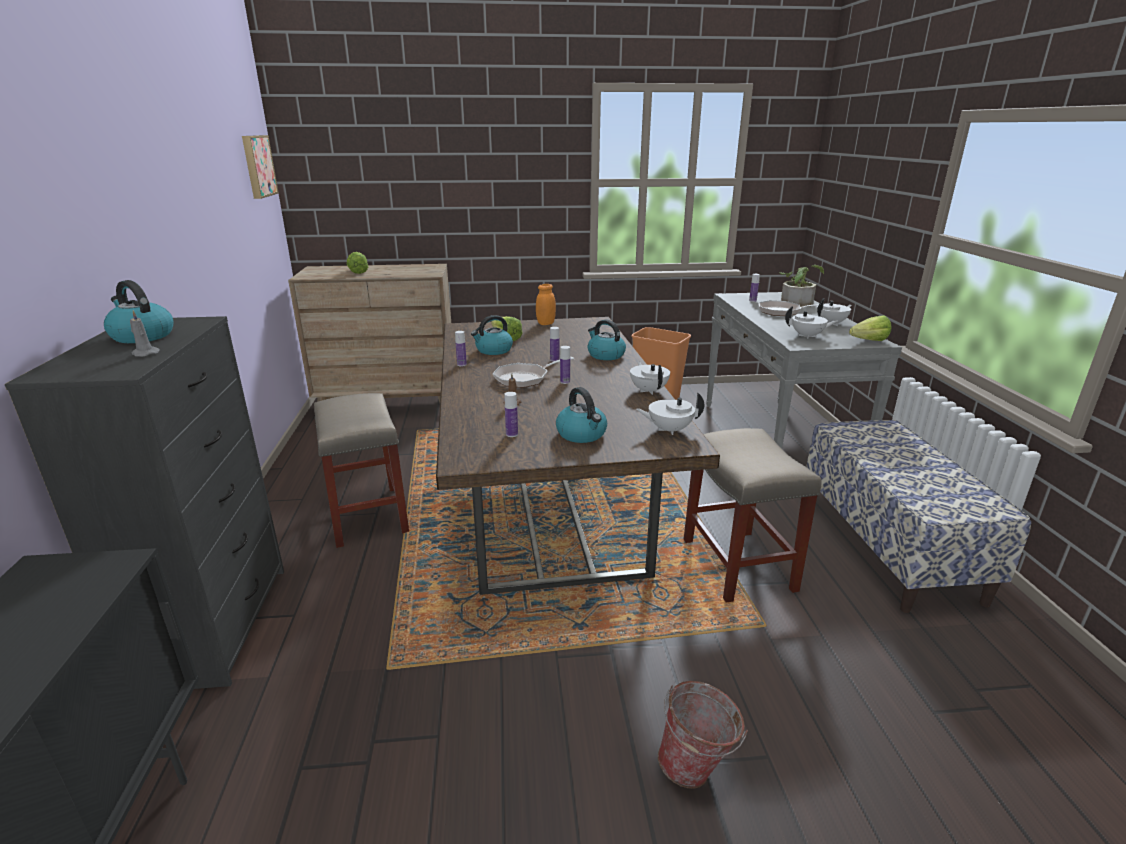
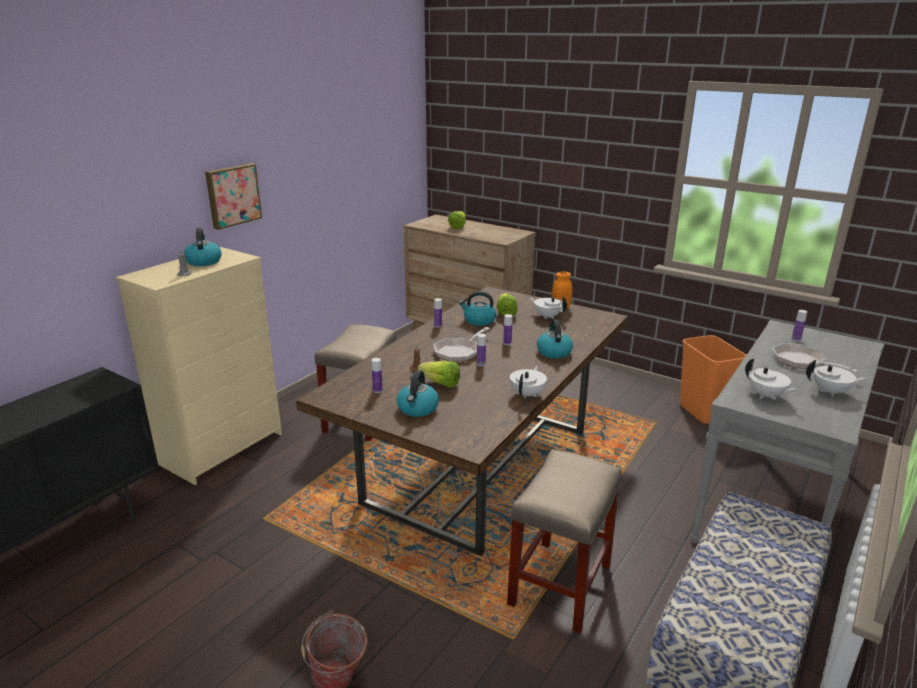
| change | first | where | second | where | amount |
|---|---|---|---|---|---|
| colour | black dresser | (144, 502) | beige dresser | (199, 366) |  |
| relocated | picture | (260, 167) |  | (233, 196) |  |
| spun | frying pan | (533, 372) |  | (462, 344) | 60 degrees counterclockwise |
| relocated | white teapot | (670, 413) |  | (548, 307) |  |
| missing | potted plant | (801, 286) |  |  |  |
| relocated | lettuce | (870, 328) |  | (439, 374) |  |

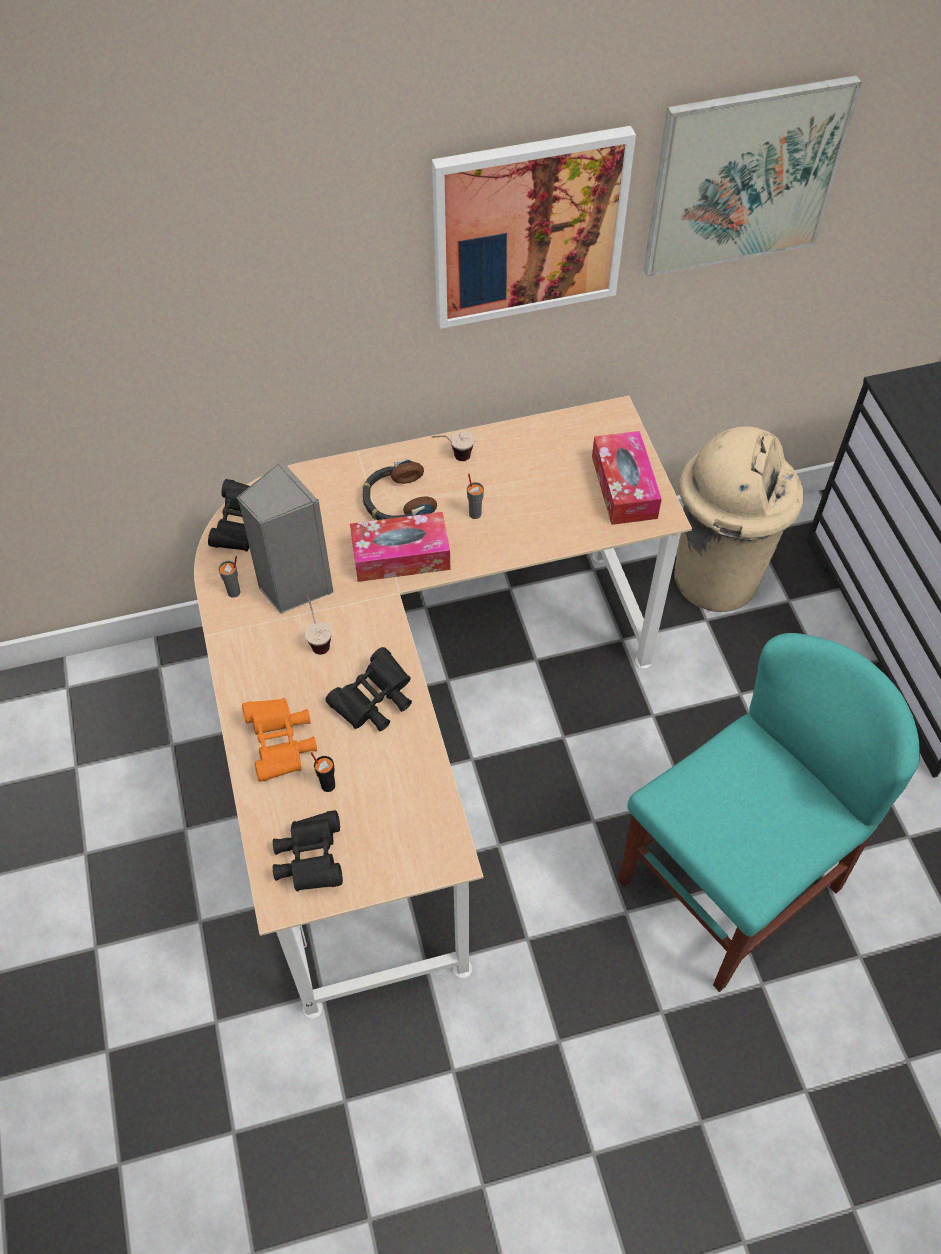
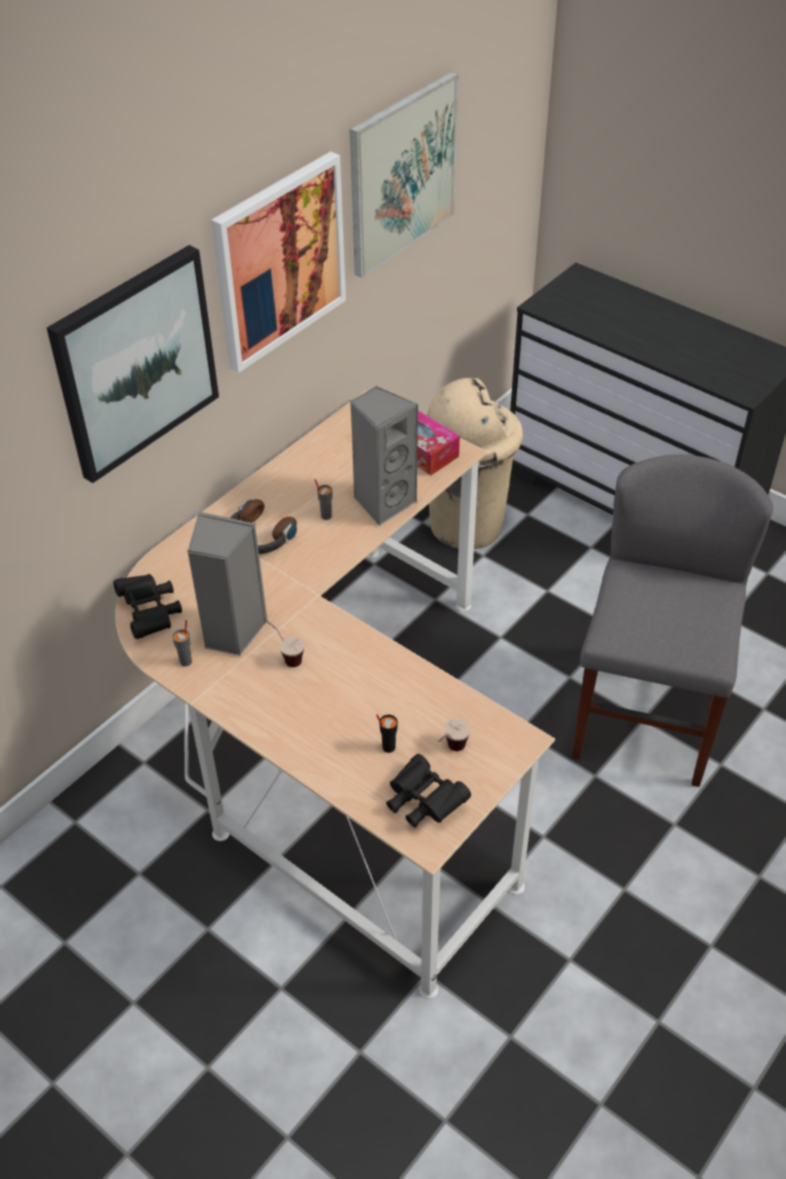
| change | first | where | second | where | amount |
|---|---|---|---|---|---|
| missing | orange binoculars | (279, 740) |  |  |  |
| missing | black binoculars | (368, 689) |  |  |  |
| missing | tissue box | (400, 547) |  |  |  |
| relocated | cup | (452, 446) |  | (454, 734) |  |
| colour | turquoise chair | (769, 812) | grey chair | (672, 620) |  |
| appeared |  |  | picture | (133, 364) |  |
| appeared |  |  | grey speaker | (384, 456) |  |

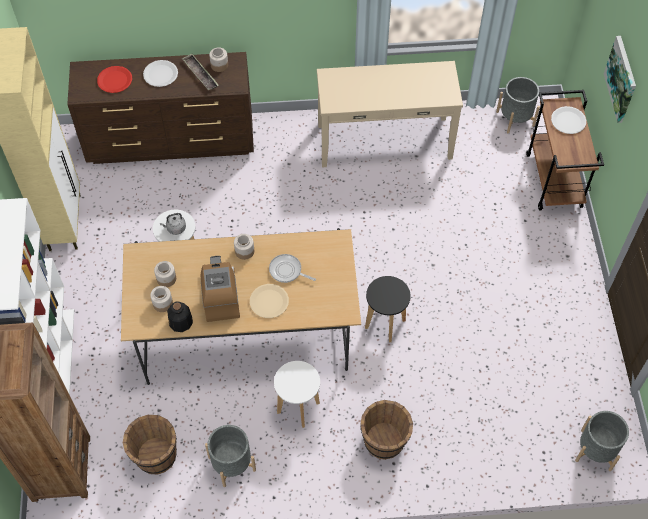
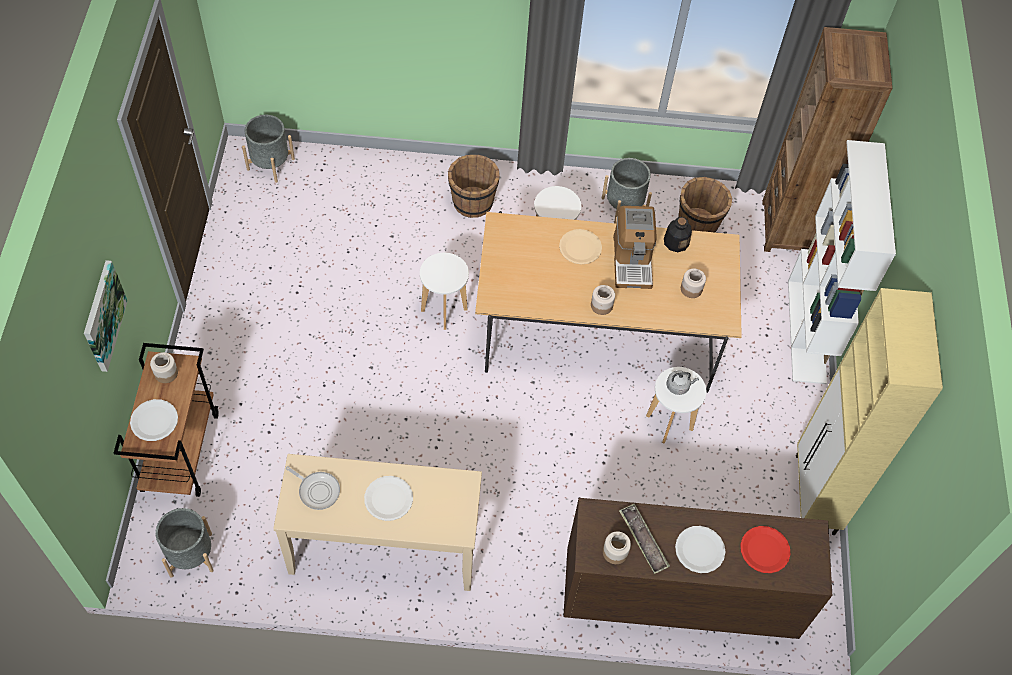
| change | first | where | second | where | amount |
|---|---|---|---|---|---|
| relocated | jar | (161, 299) |  | (164, 367) |  |
| relocated | frying pan | (292, 268) |  | (313, 488) |  |
| colour | black stool | (388, 309) | white stool | (444, 291) |  |
| appeared |  |  | white plate | (388, 498) |  |

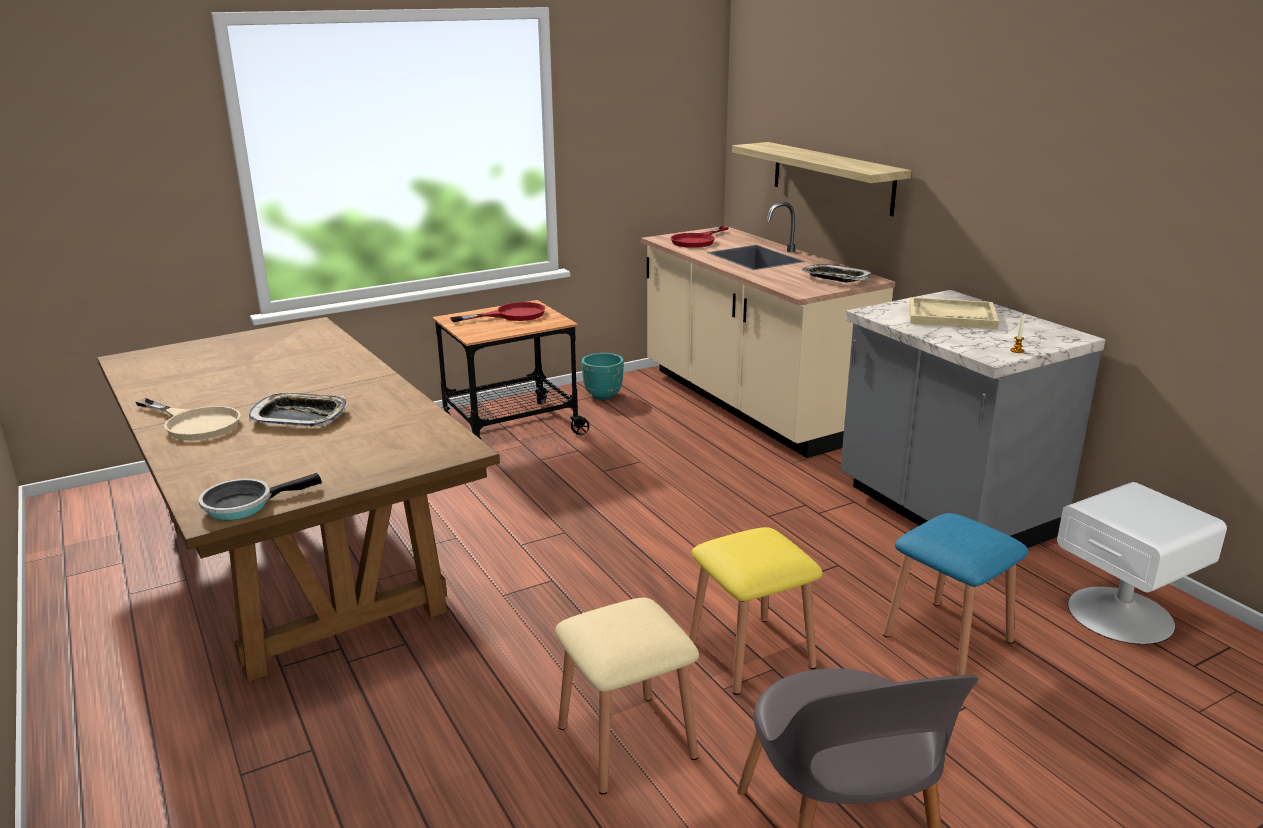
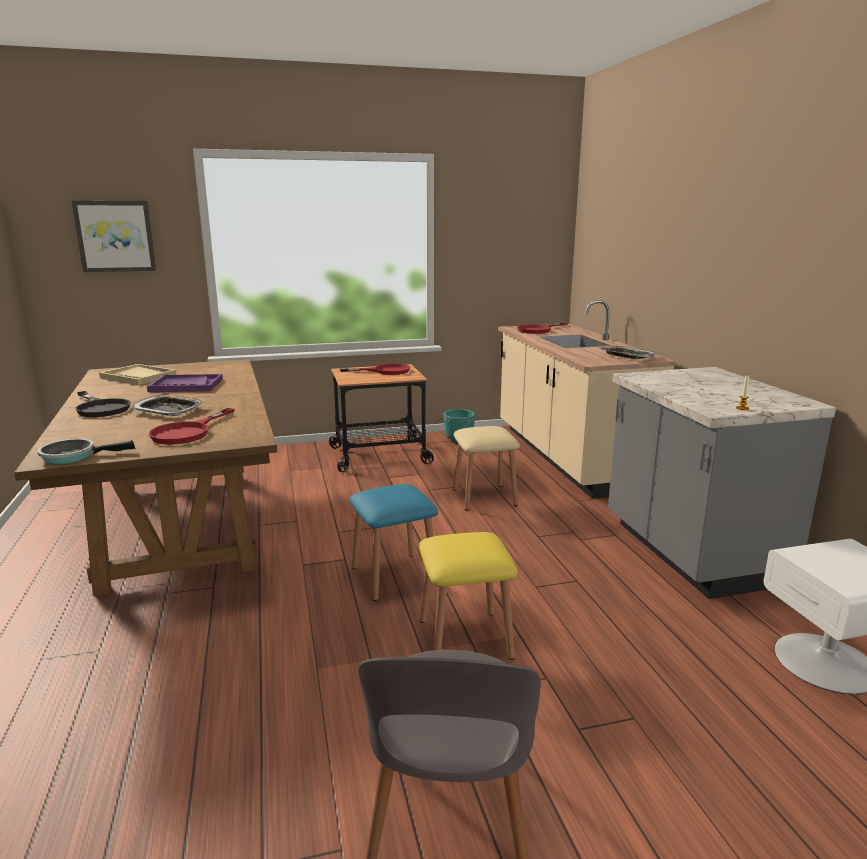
| change | first | where | second | where | amount |
|---|---|---|---|---|---|
| colour | beige frying pan | (188, 419) | black frying pan | (103, 404) |  |
| relocated | beige stool | (627, 696) |  | (486, 468) |  |
| missing | shelf | (821, 179) |  |  |  |
| relocated | blue stool | (955, 594) |  | (394, 542) |  |
| relocated | beige tray | (954, 313) |  | (137, 374) |  |
| appeared |  |  | picture | (114, 236) |  |
| appeared |  |  | purple tray | (185, 383) |  |
| appeared |  |  | red frying pan | (191, 426) |  |

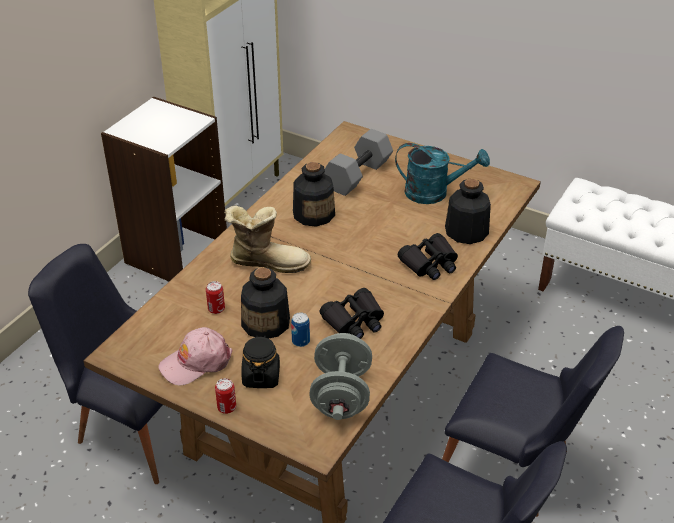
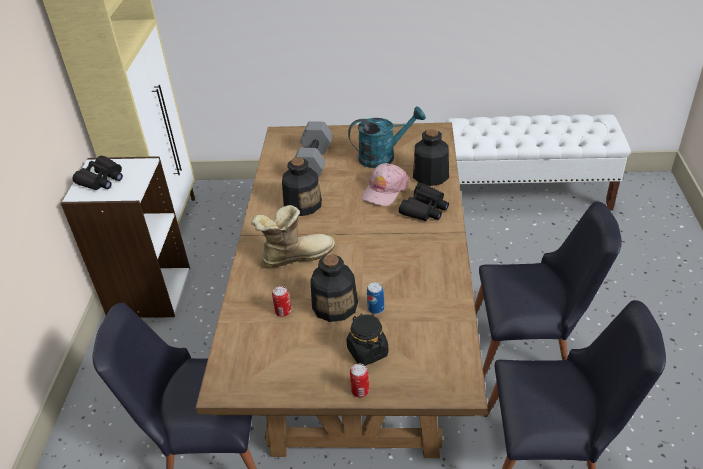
| change | first | where | second | where | amount |
|---|---|---|---|---|---|
| relocated | pink cap | (195, 356) |  | (385, 184) |  |
| missing | grey dumbbell | (341, 376) |  |  |  |
| relocated | black binoculars | (352, 313) |  | (97, 173) |  |

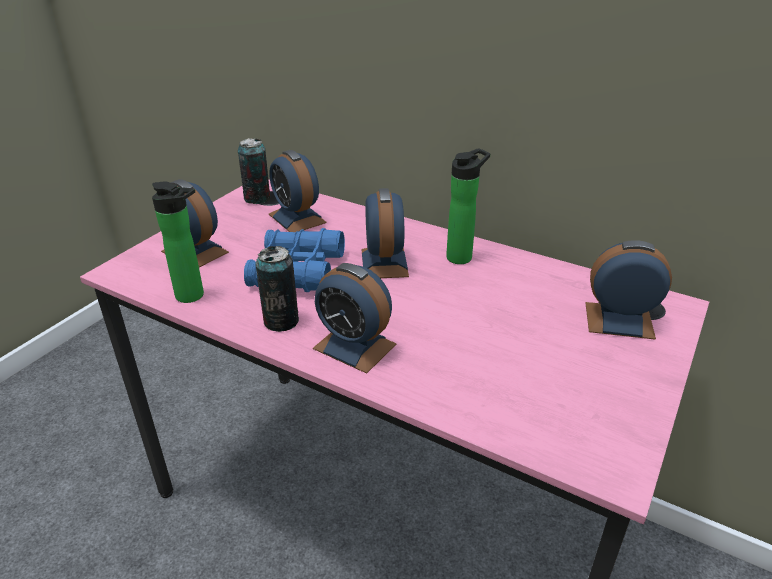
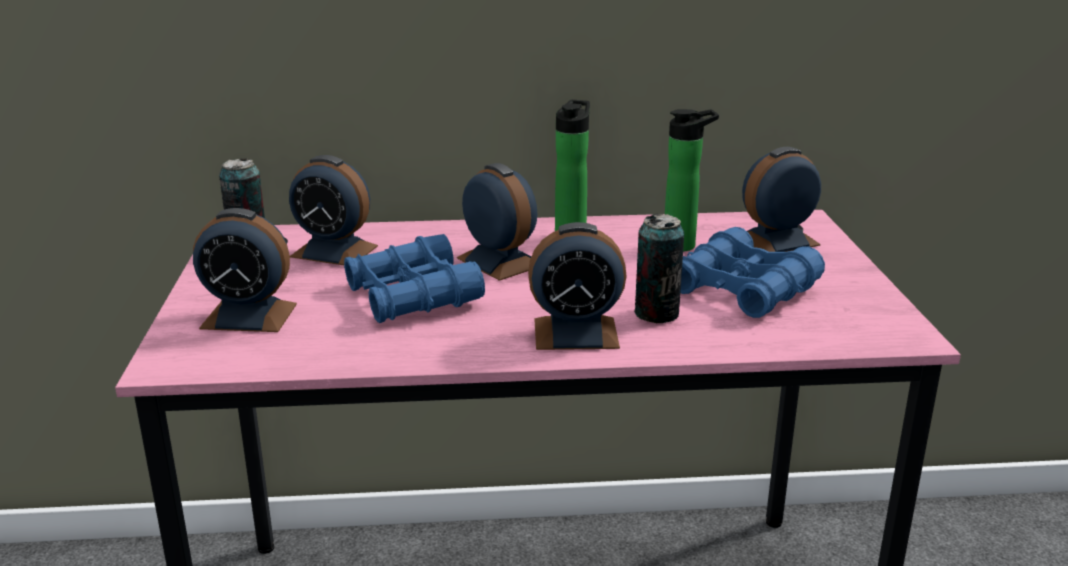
| change | first | where | second | where | amount |
|---|---|---|---|---|---|
| relocated | bottle | (178, 242) |  | (692, 180) |  |
| relocated | can | (277, 289) |  | (659, 268) |  |
| appeared |  |  | blue binoculars | (752, 272) |  |

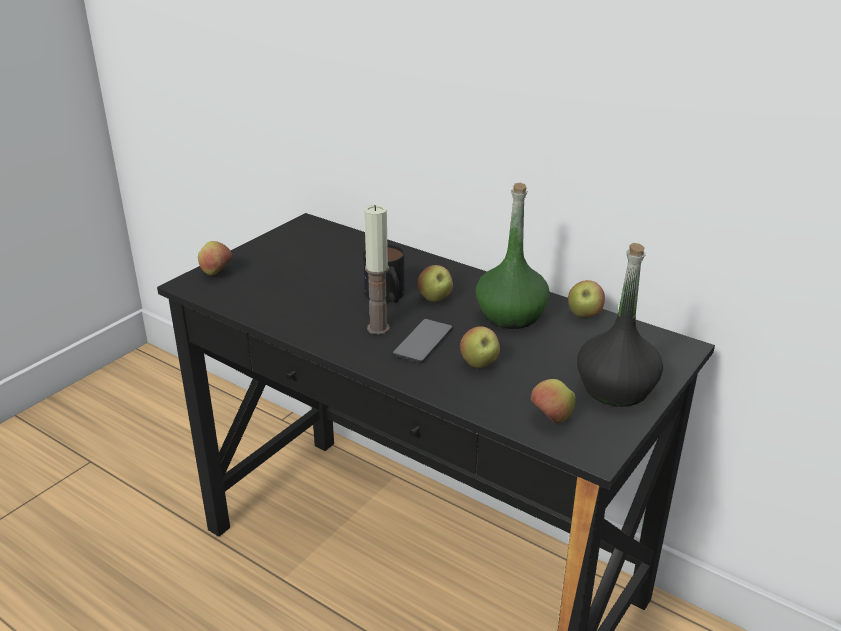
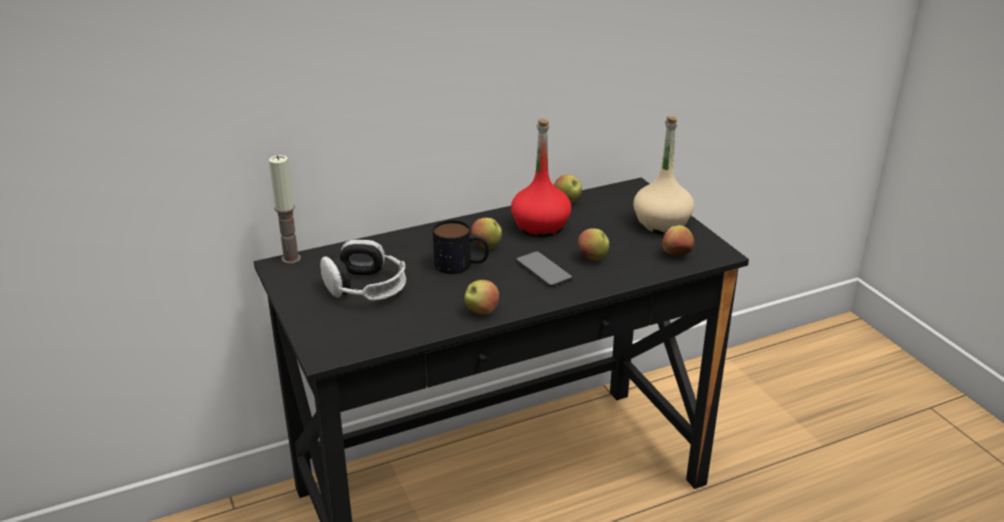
| change | first | where | second | where | amount |
|---|---|---|---|---|---|
| relocated | apple | (215, 258) |  | (481, 297) |  |
| relocated | candle | (377, 270) |  | (285, 209) |  |
| colour | green bottle | (513, 256) | red bottle | (541, 177) |  |
| colour | black bottle | (620, 325) | beige bottle | (664, 175) |  |
| appeared |  |  | headphones | (363, 270) |  |

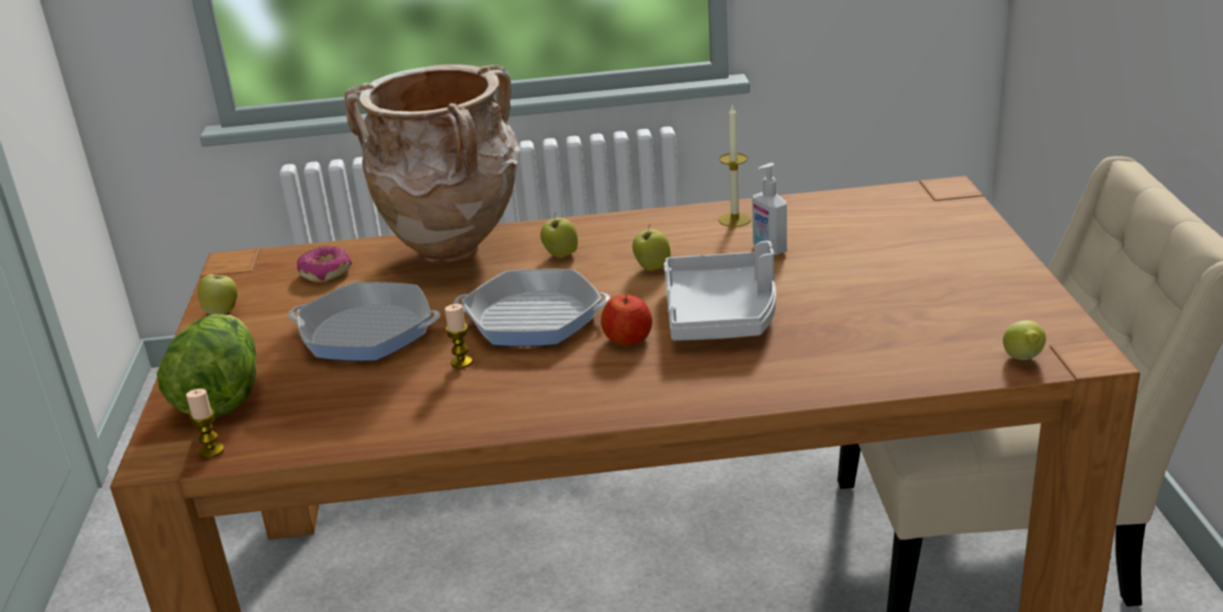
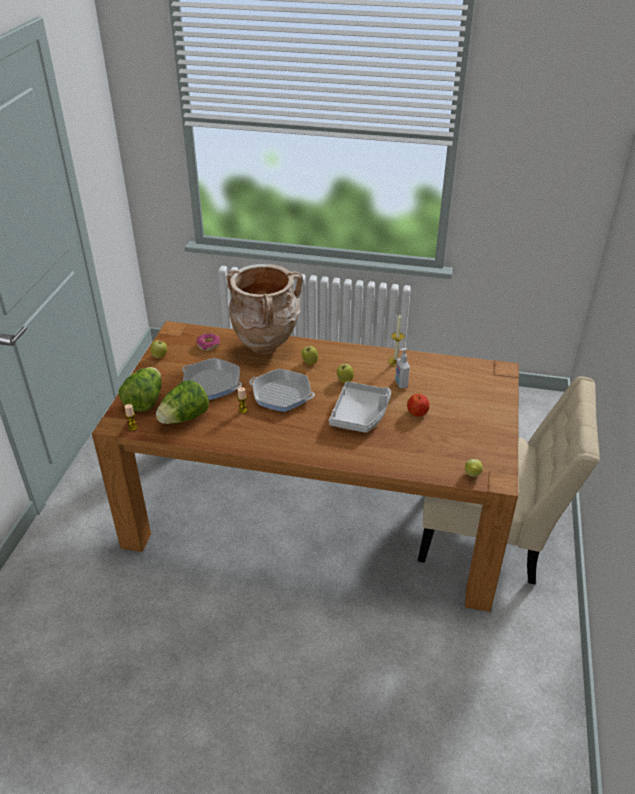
| change | first | where | second | where | amount |
|---|---|---|---|---|---|
| relocated | apple | (626, 320) |  | (418, 405) |  |
| appeared |  |  | lettuce | (182, 402) |  |

